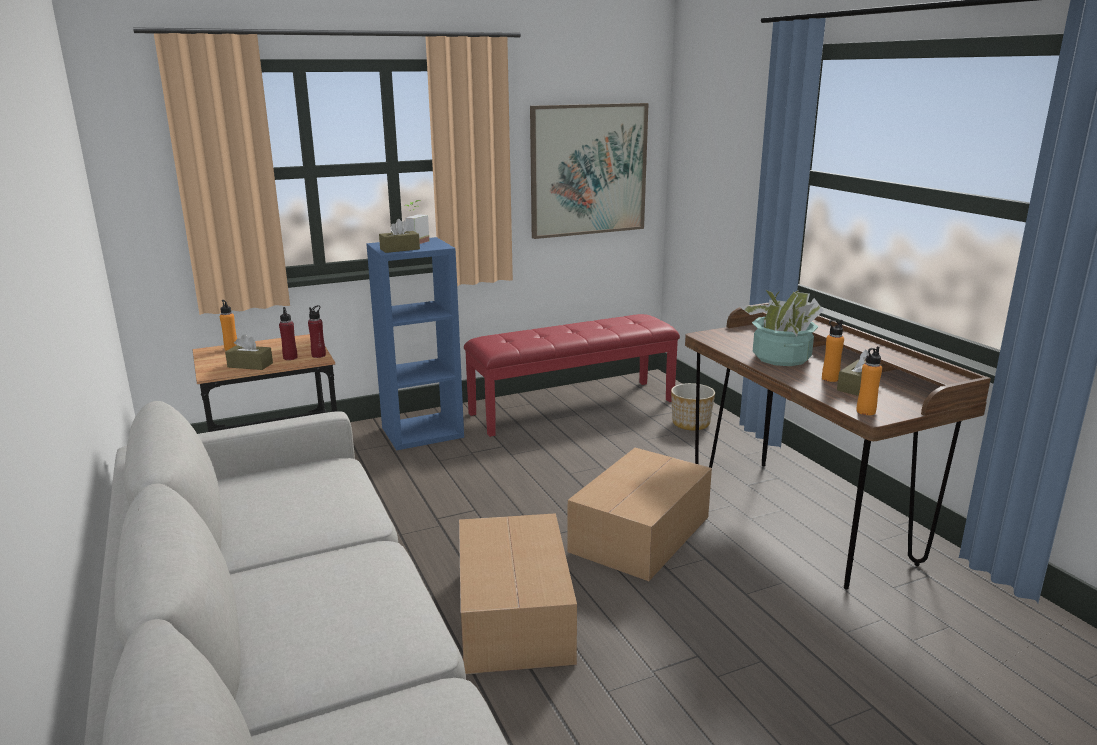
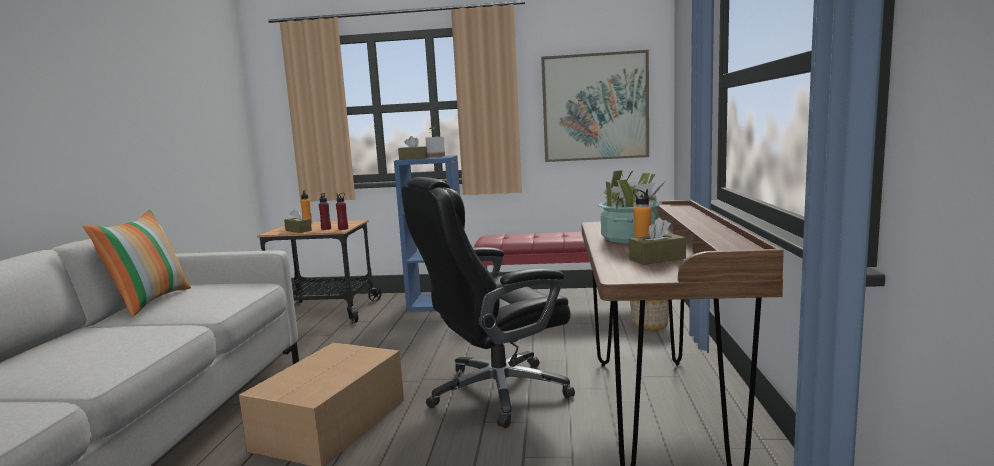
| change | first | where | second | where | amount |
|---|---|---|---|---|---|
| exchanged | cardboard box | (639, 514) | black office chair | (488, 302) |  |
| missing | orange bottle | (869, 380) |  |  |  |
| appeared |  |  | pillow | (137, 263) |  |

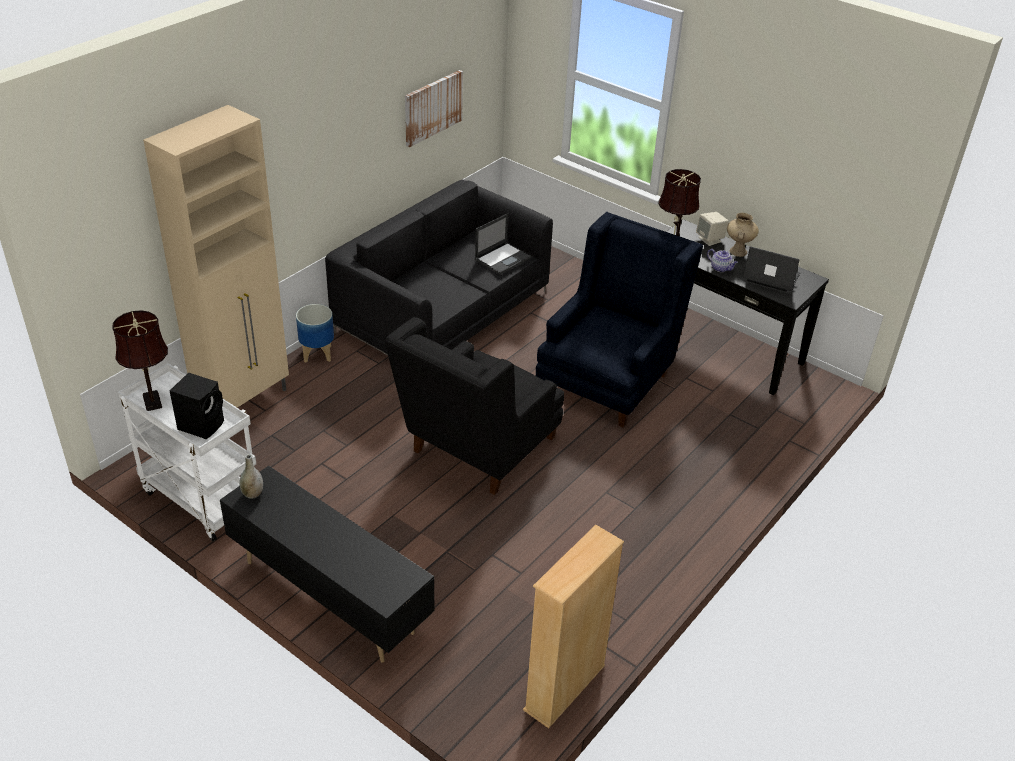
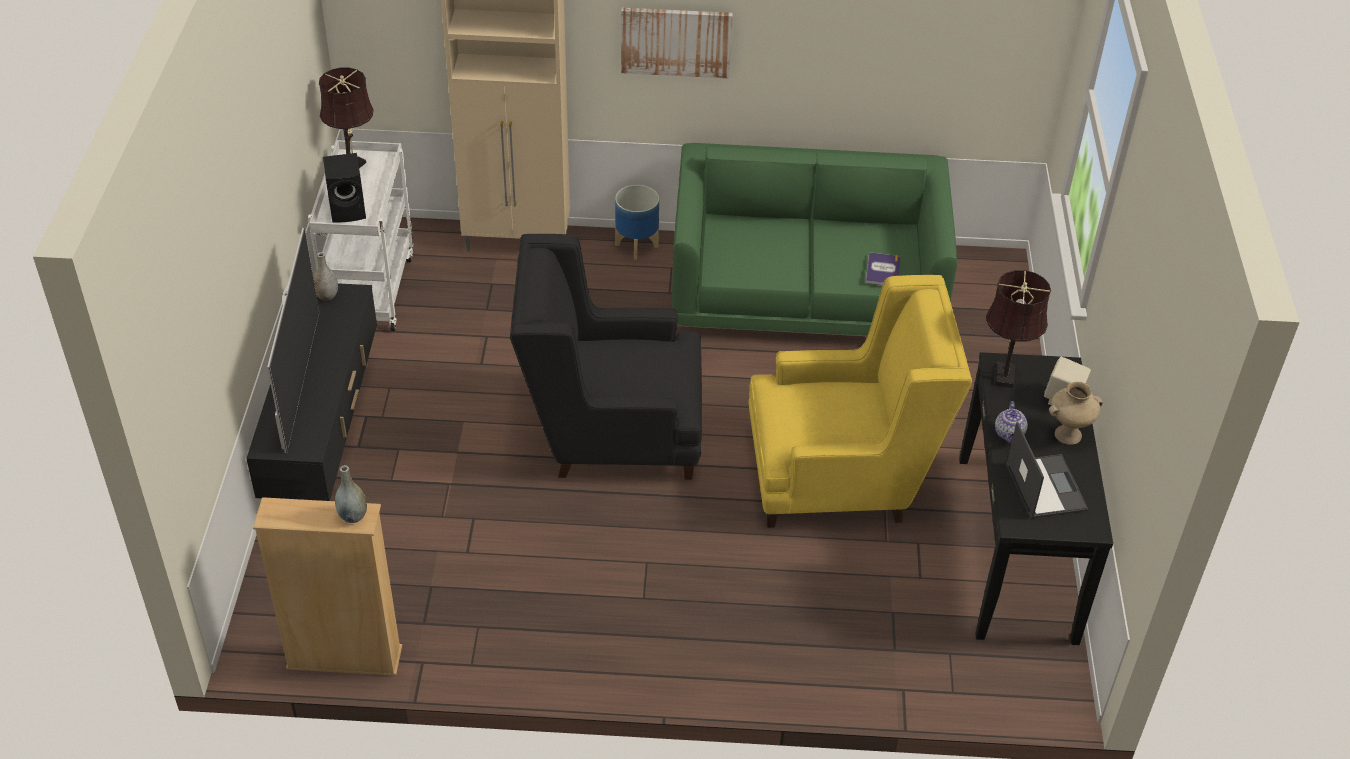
| change | first | where | second | where | amount |
|---|---|---|---|---|---|
| colour | black sofa | (439, 267) | green sofa | (814, 239) |  |
| relocated | picture | (434, 108) |  | (677, 43) |  |
| exchanged | laptop | (503, 243) | book | (883, 268) |  |
| colour | blue armchair | (619, 319) | yellow armchair | (860, 401) |  |
| appeared |  |  | television | (293, 340) |  |
| appeared |  |  | grey vase | (351, 494) |  |

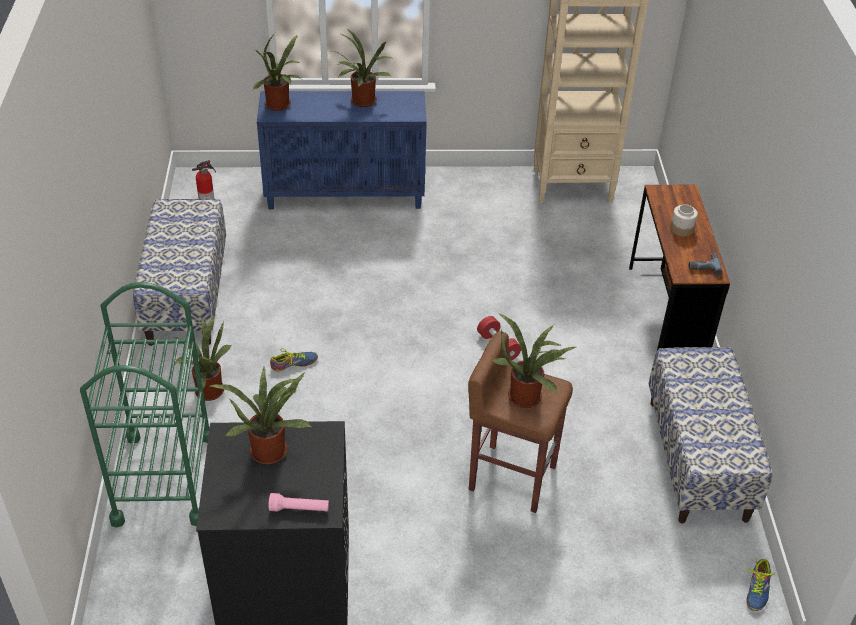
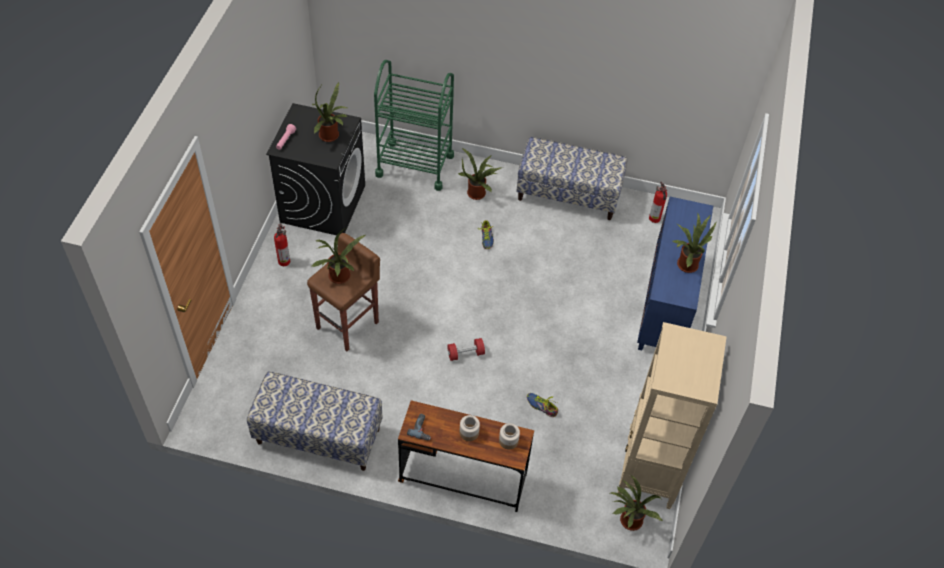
| change | first | where | second | where | amount |
|---|---|---|---|---|---|
| relocated | potted plant | (277, 72) |  | (636, 503) |  |
| relocated | shoe | (760, 585) |  | (542, 405) |  |
| appeared |  |  | fire extinguisher | (282, 244) |  |
| appeared |  |  | jar | (509, 436) |  |

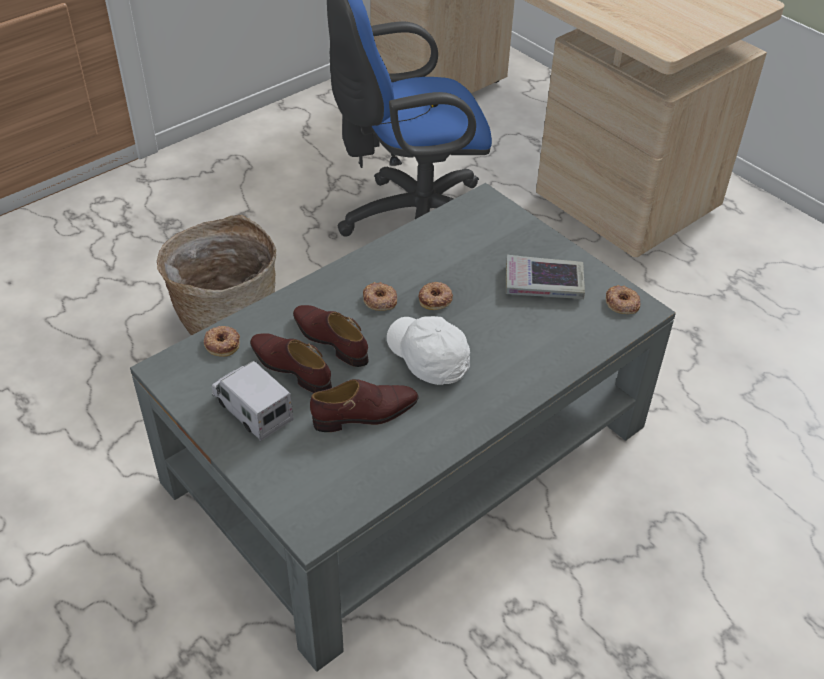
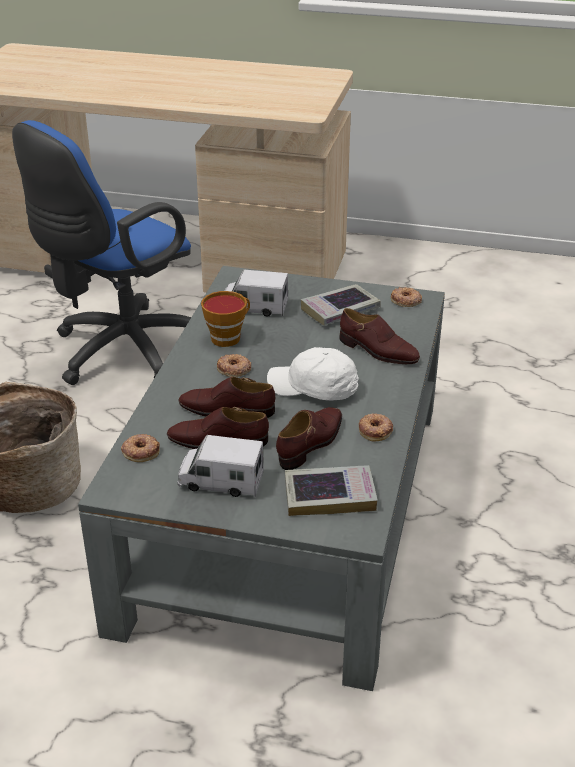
| change | first | where | second | where | amount |
|---|---|---|---|---|---|
| relocated | donut | (436, 296) |  | (376, 427) |  |
| appeared |  |  | cup | (225, 319) |  |
| appeared |  |  | toy truck | (256, 293) |  |
| appeared |  |  | book | (331, 490) |  |
| appeared |  |  | brown shoe | (380, 336) |  |

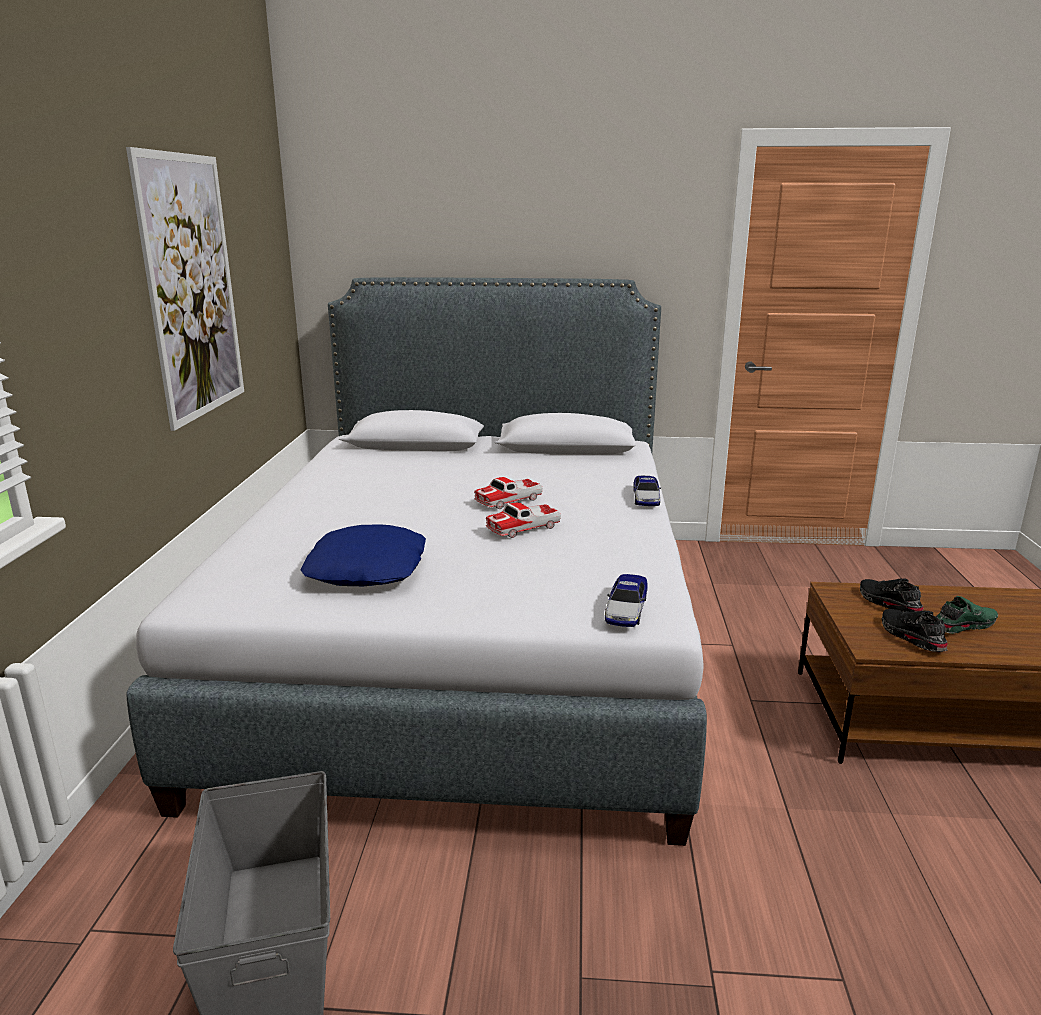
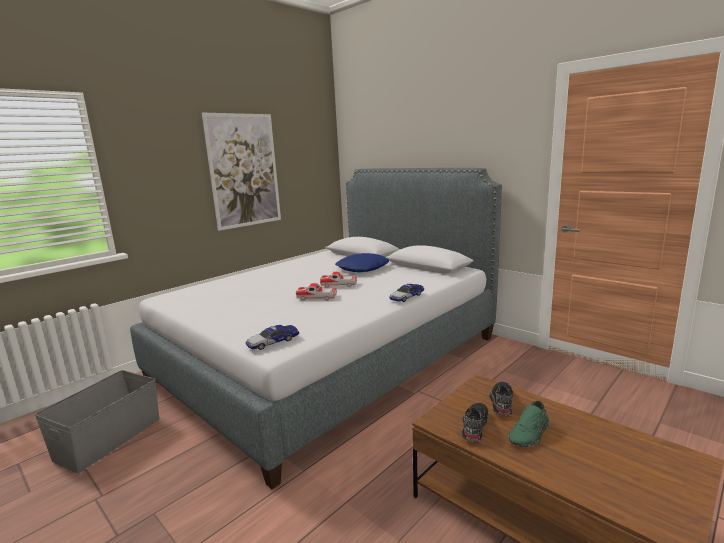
| change | first | where | second | where | amount |
|---|---|---|---|---|---|
| relocated | blue pillow | (363, 555) |  | (362, 262) |  |
| spun | green shoe | (967, 615) |  | (529, 424) | 120 degrees clockwise |

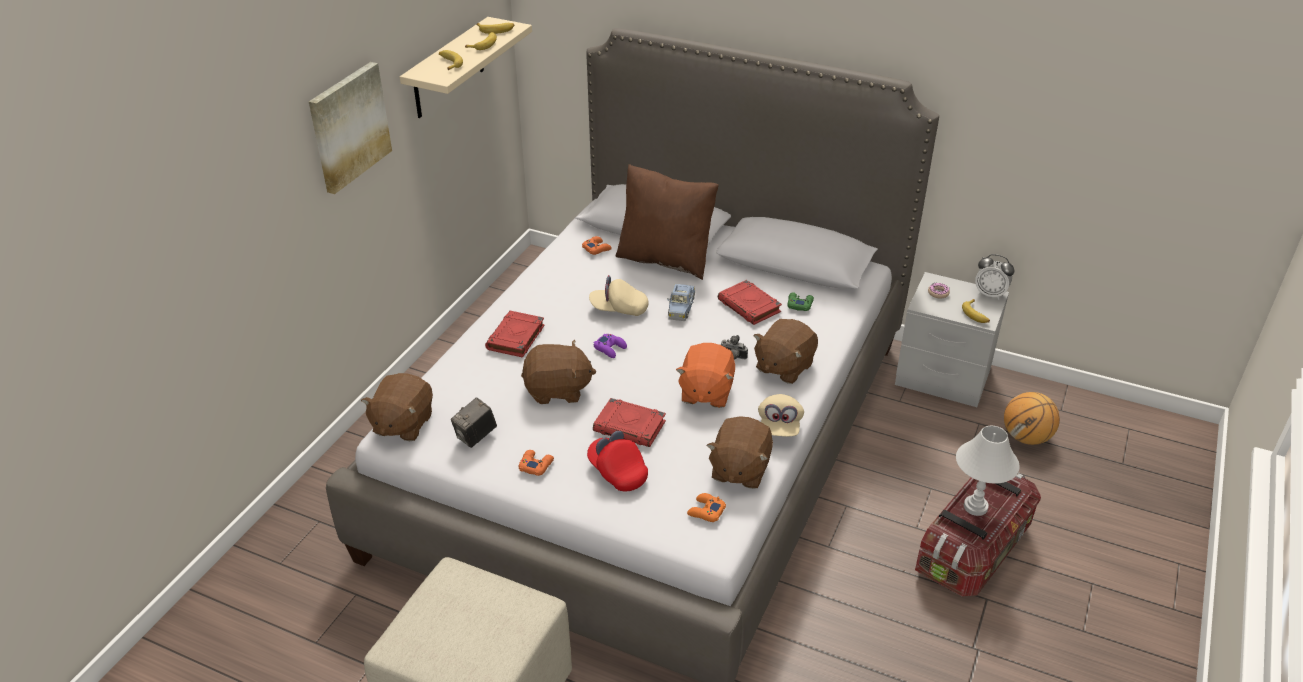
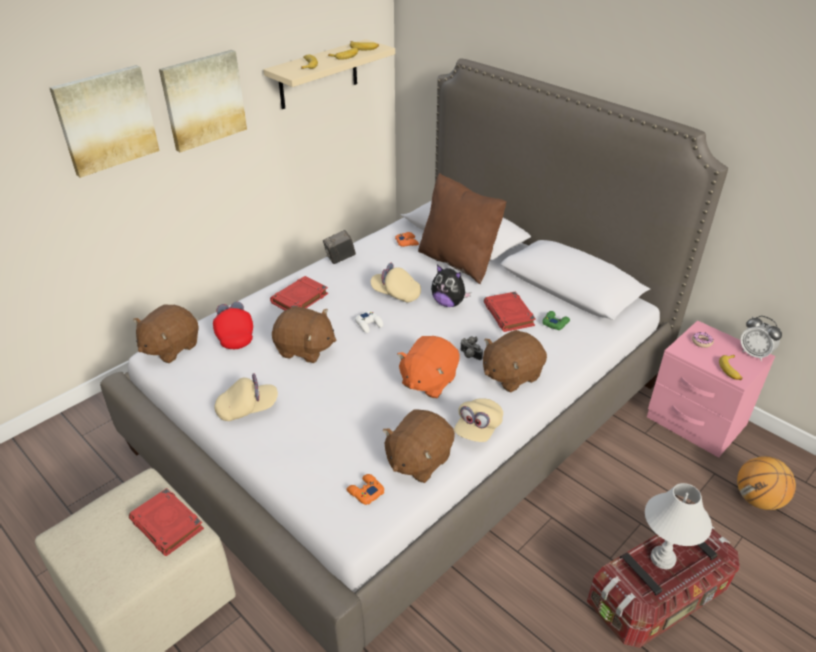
| change | first | where | second | where | amount |
|---|---|---|---|---|---|
| relocated | photo camera | (474, 422) |  | (339, 247) |  |
| exchanged | orange game controller | (536, 463) | beige cap | (246, 397) |  |
| relocated | red cap | (617, 461) |  | (233, 325) |  |
| colour | purple game controller | (610, 346) | white game controller | (369, 322) |  |
| relocated | red book | (629, 422) |  | (166, 522) |  |
| exchanged | blue toy car | (681, 302) | plush toy | (451, 286) |  |
| colour | grey nightstand | (952, 339) | pink nightstand | (711, 389) |  |
| appeared |  |  | picture | (104, 121) |  |

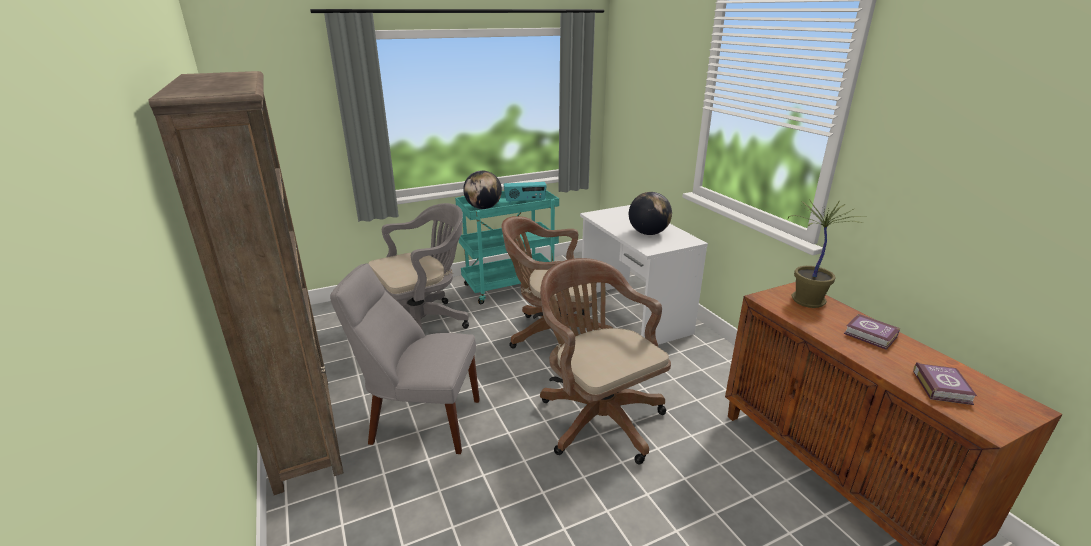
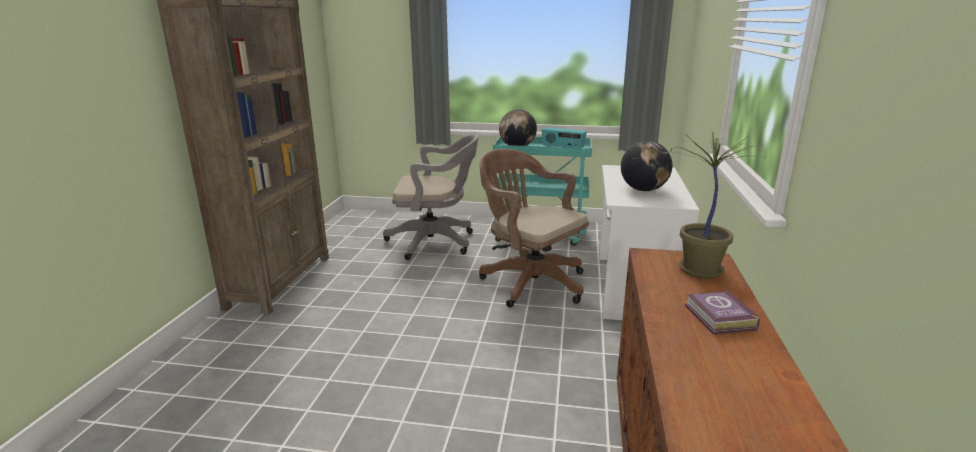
| change | first | where | second | where | amount |
|---|---|---|---|---|---|
| missing | grey chair | (405, 358) |  |  |  |
| missing | brown office chair | (605, 361) |  |  |  |
| missing | book | (945, 383) |  |  |  |

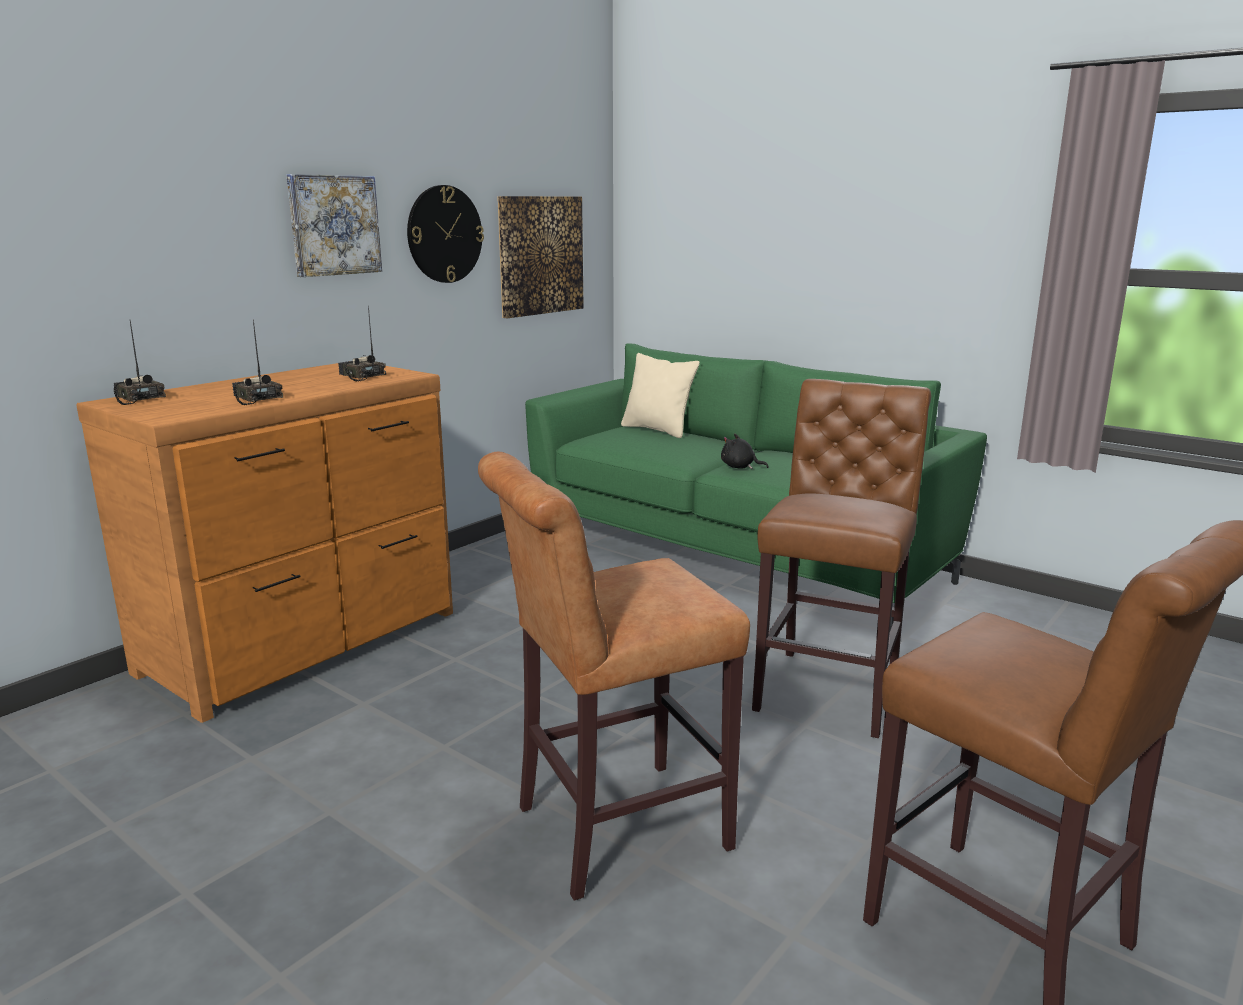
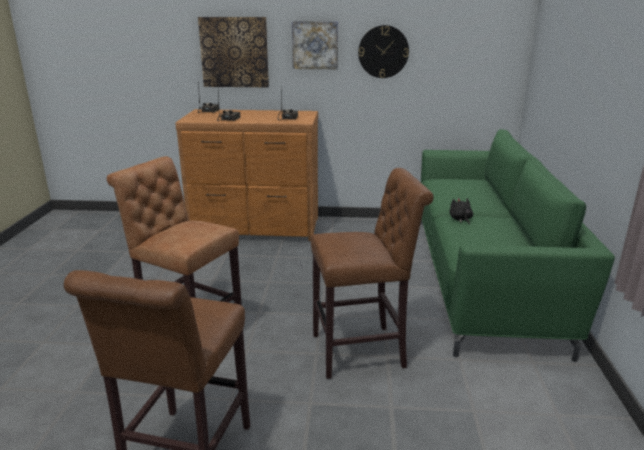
| change | first | where | second | where | amount |
|---|---|---|---|---|---|
| relocated | picture | (540, 257) |  | (233, 52) |  |
| missing | beige pillow | (660, 395) |  |  |  |

